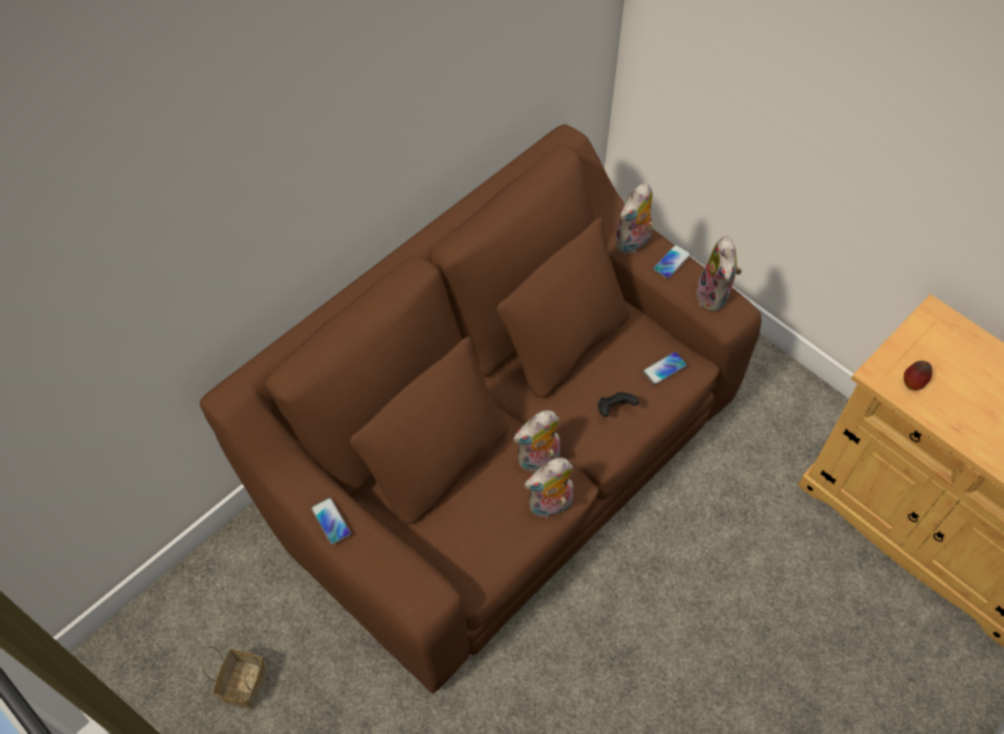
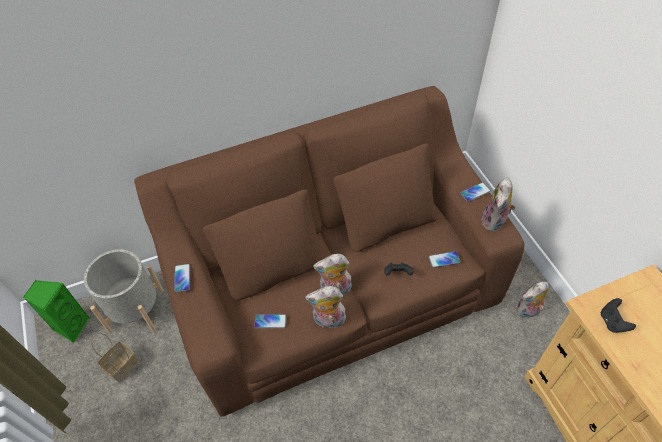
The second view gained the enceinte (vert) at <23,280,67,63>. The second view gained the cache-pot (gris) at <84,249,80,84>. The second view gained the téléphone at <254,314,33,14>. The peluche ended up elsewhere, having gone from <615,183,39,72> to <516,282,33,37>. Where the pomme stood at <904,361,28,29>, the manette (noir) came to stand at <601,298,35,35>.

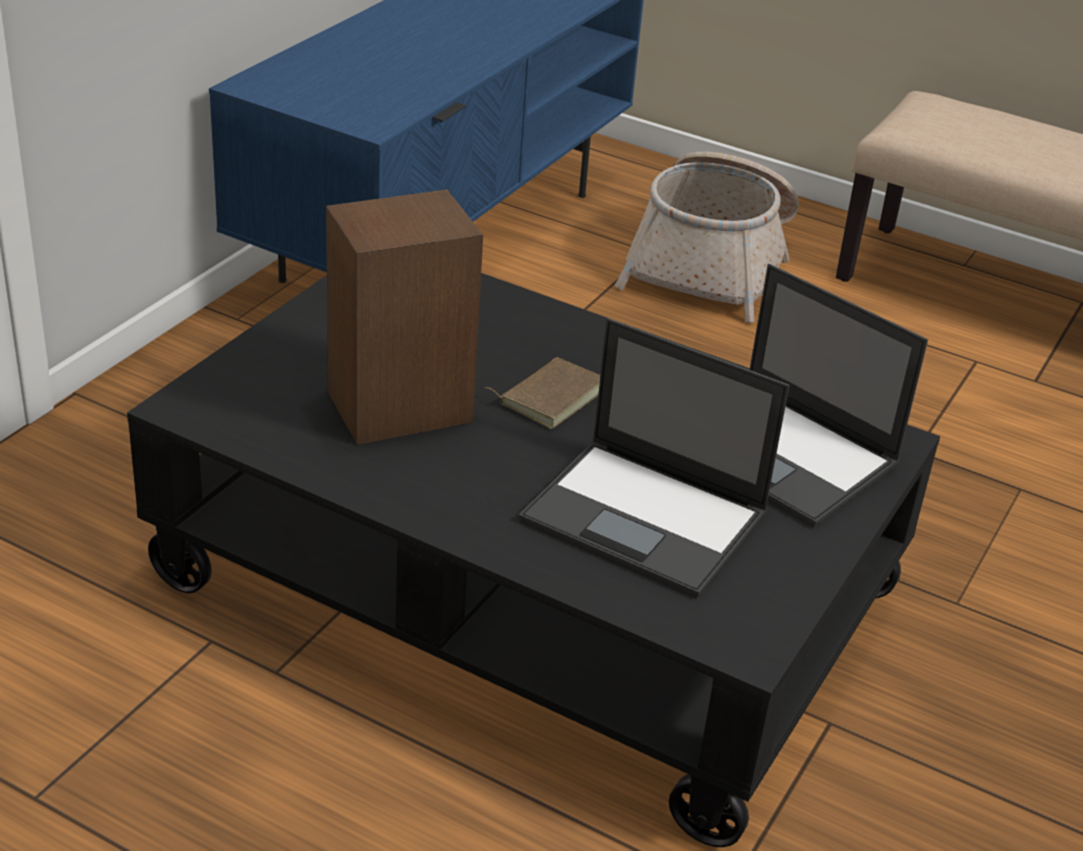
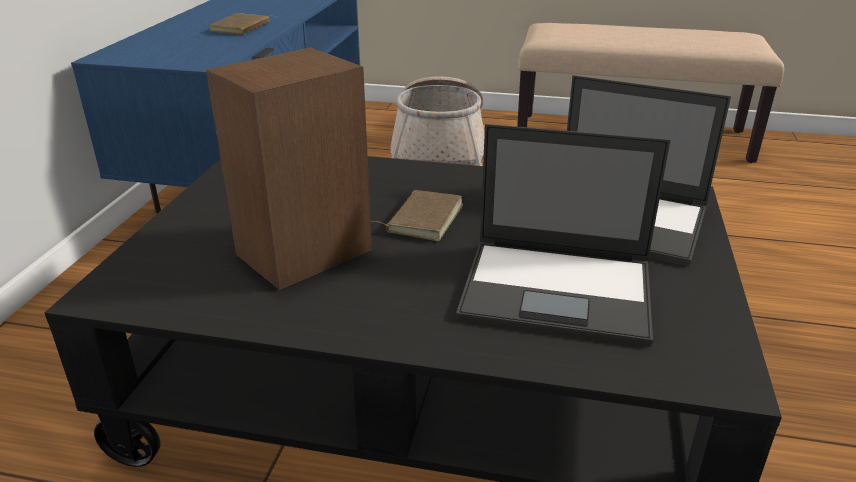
The second view gained the livre (marron) at <209,13,70,22>.

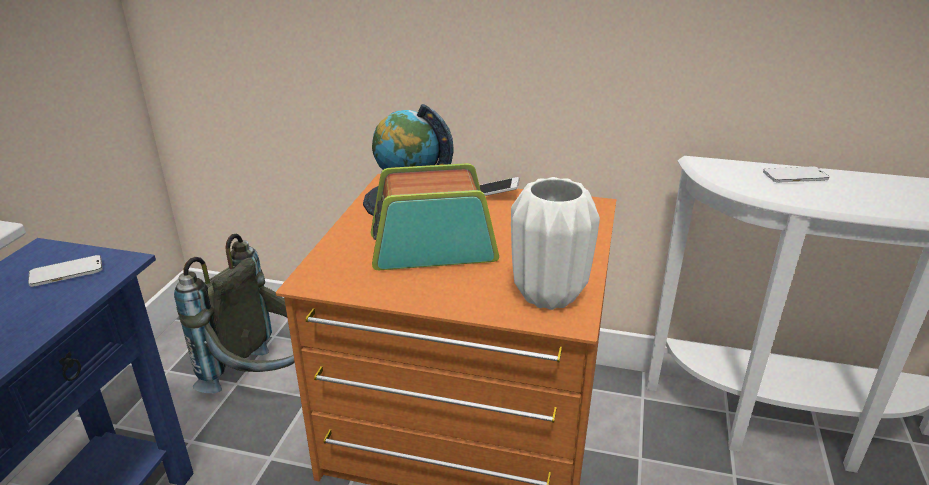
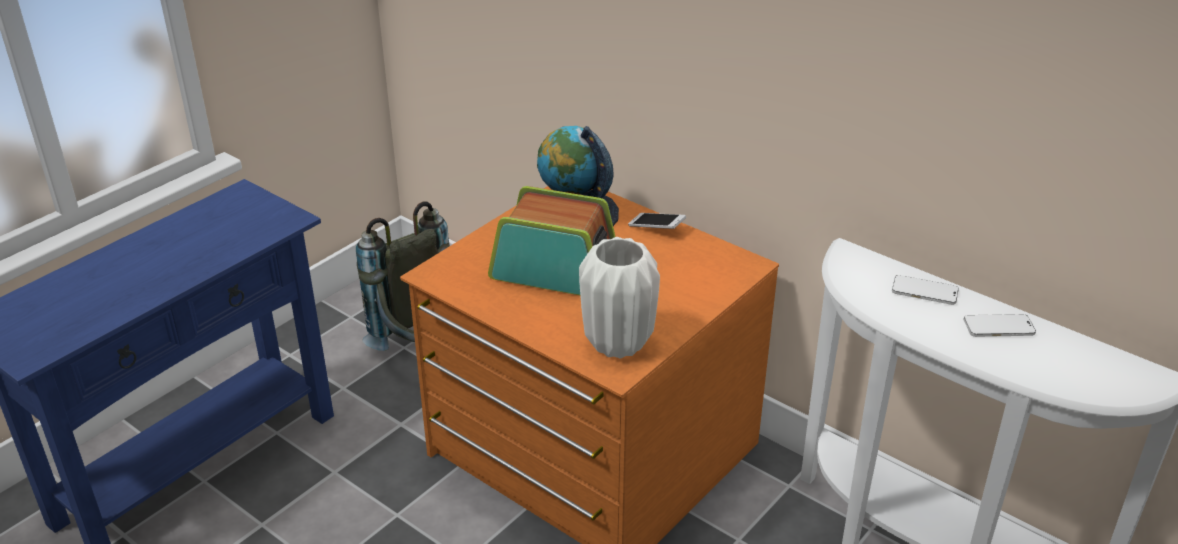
The téléphone ended up elsewhere, having gone from <28,255,74,32> to <964,314,72,23>.

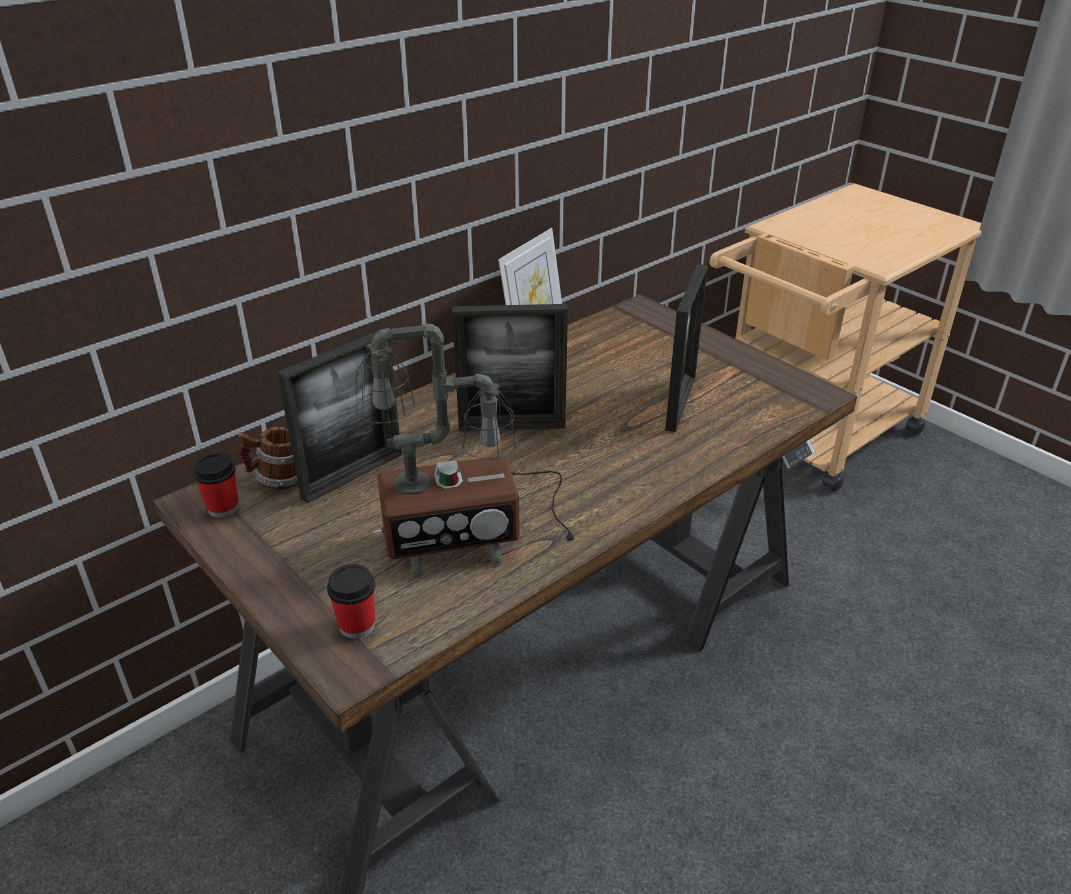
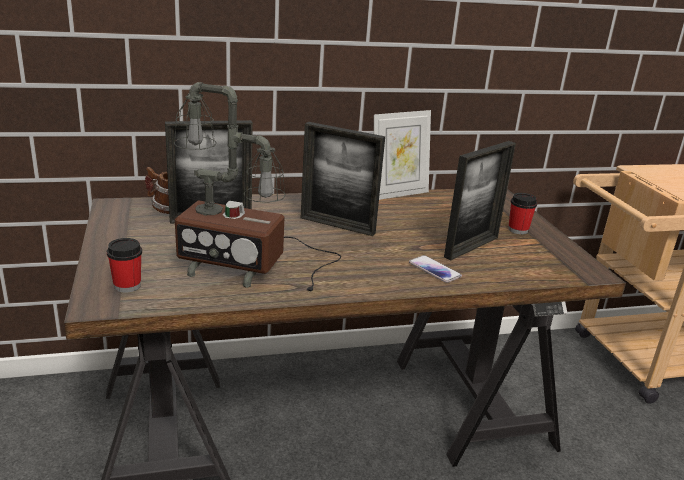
The second view gained the téléphone at <409,255,53,28>. The tasse ended up elsewhere, having gone from <193,453,46,65> to <508,193,29,41>.

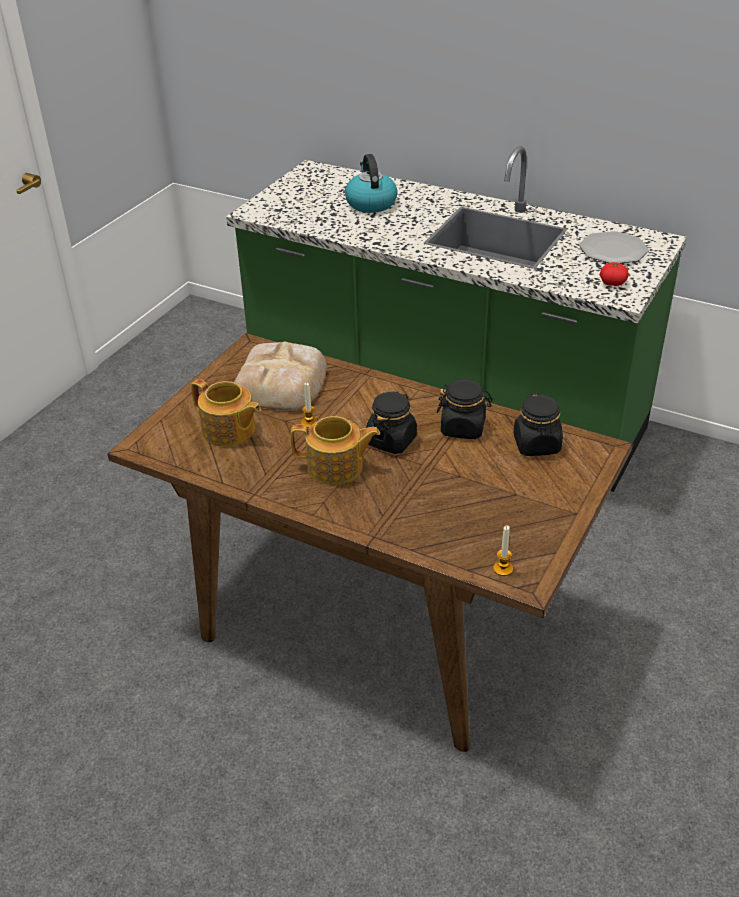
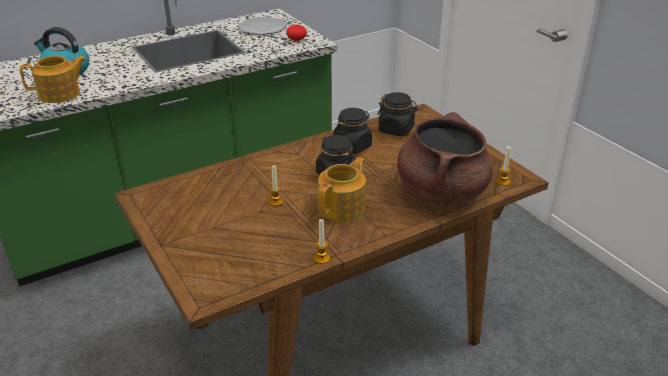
The théière ended up elsewhere, having gone from <191,379,70,68> to <20,56,67,47>. The second view gained the bougie at <314,219,16,45>. The second view gained the marmite (marron) at <397,112,96,94>. The second view lost the pain at <234,341,93,70>.

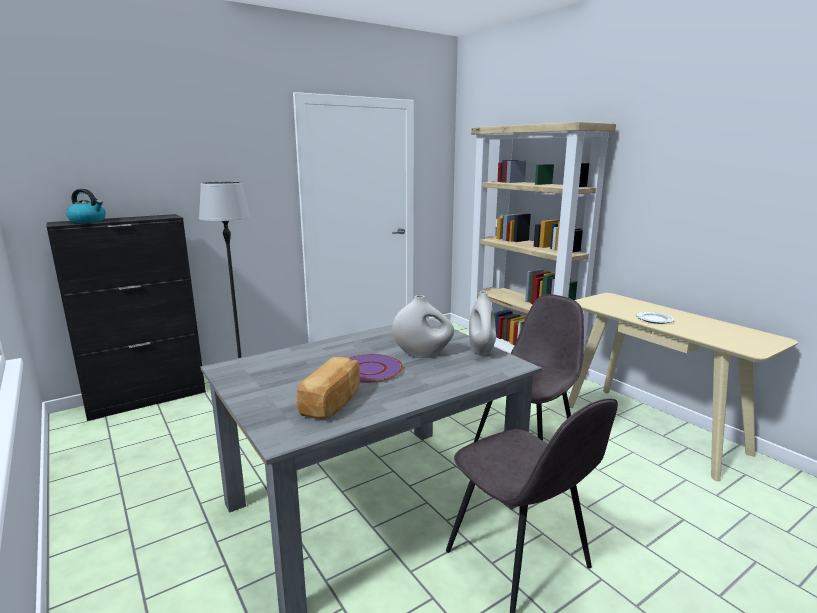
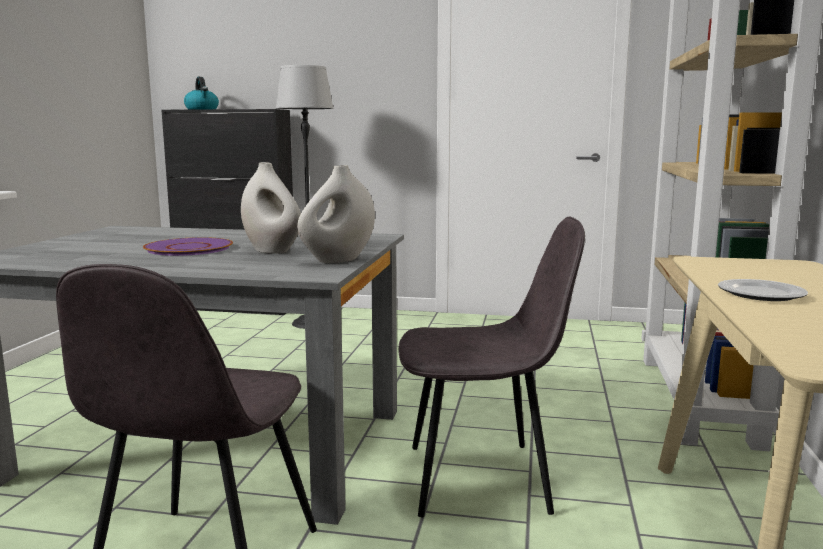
The second view lost the pain at <297,357,63,62>.

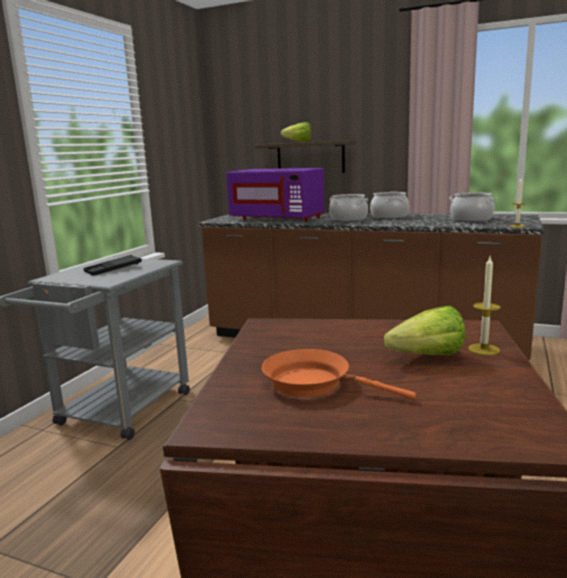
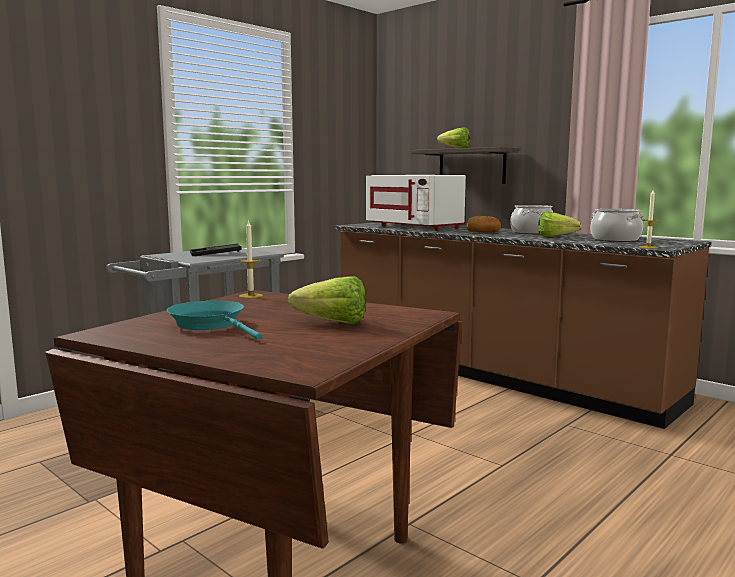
What was the poêle (orange) at <262,349,154,51> turned into the poêle (turquoise) at <167,301,94,39>. The bougie ended up elsewhere, having gone from <468,257,33,98> to <239,220,24,78>. What was the micro-ondes (violet) at <226,168,99,54> turned into the micro-ondes (blanc) at <366,175,100,56>. Where the marmite stood at <329,194,39,27>, the pain came to stand at <466,216,35,17>. The second view gained the laitue at <538,212,44,25>.

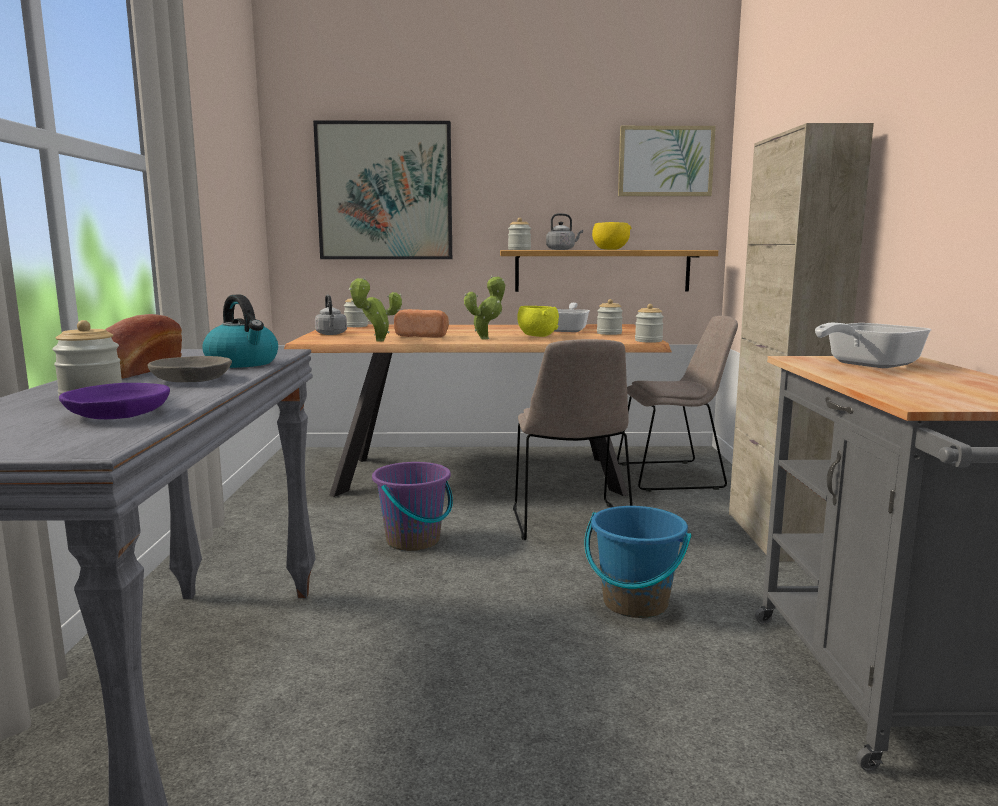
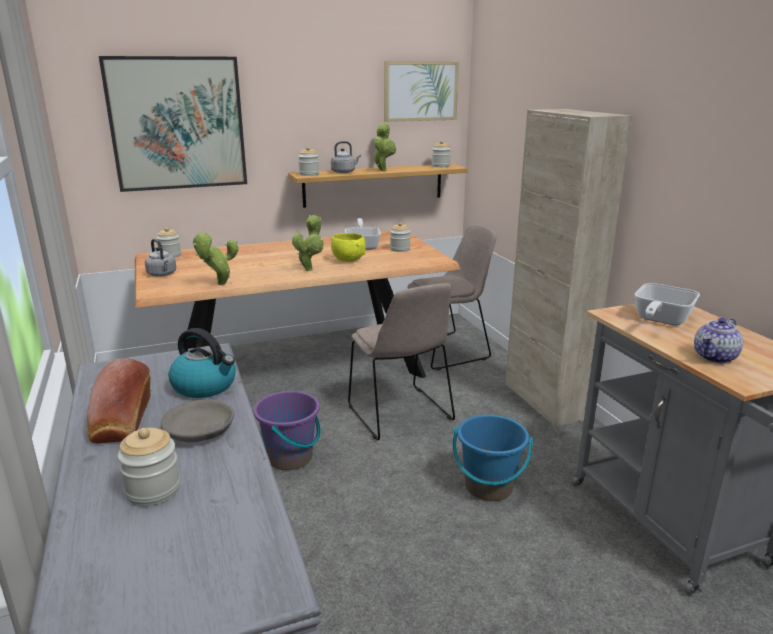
Where the bol (jaune) stood at <592,222,39,28>, the plante en pot came to stand at <373,123,23,48>. The bocal ended up elsewhere, having gone from <635,304,29,39> to <432,140,19,27>. The second view gained the théière at <694,318,49,46>. The second view lost the bol (violet) at <59,383,111,36>. The second view lost the pain at <394,309,55,29>.

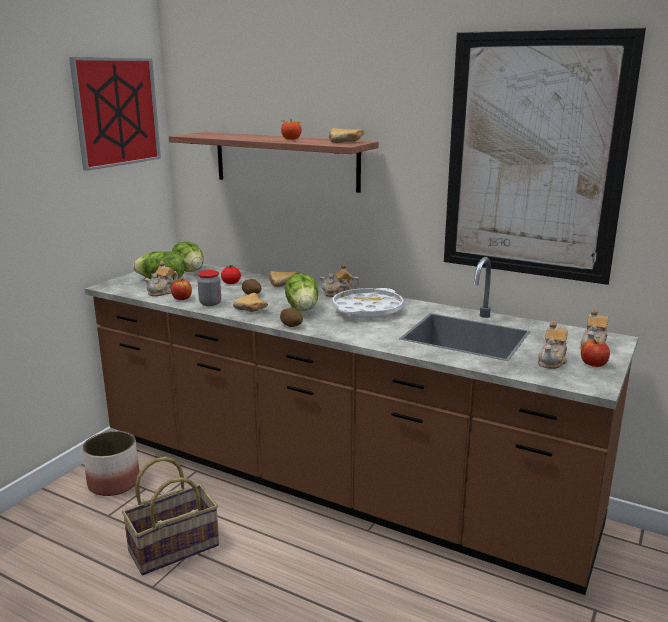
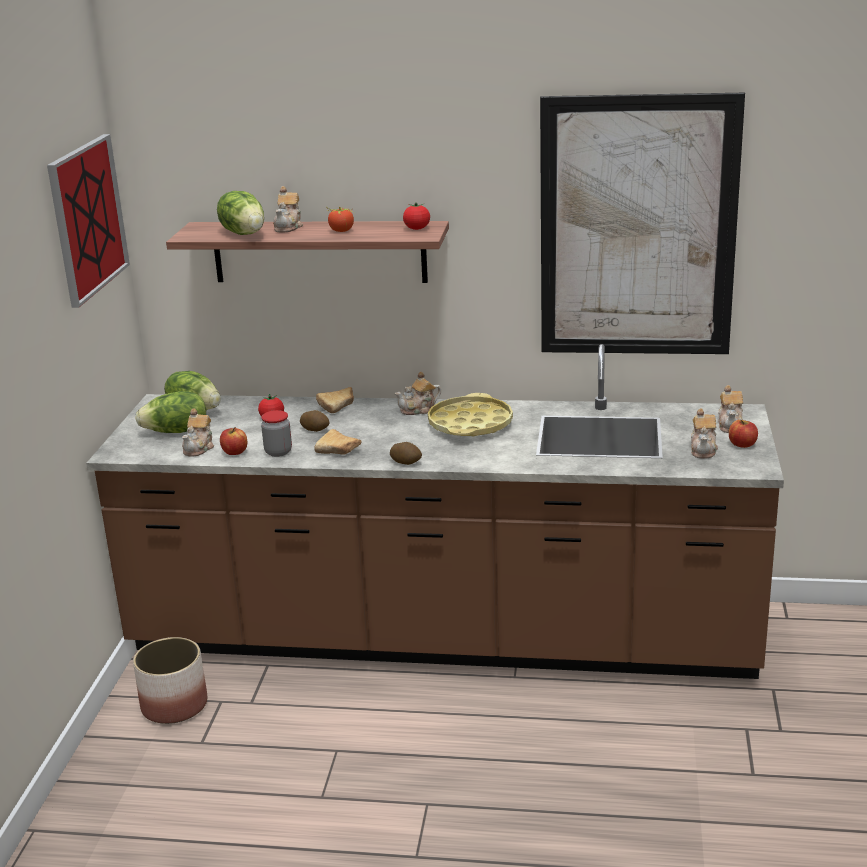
The laitue ended up elsewhere, having gone from <285,273,33,38> to <217,191,47,44>. The second view gained the théière at <273,186,30,46>. Where the pain stood at <329,128,35,15>, the tomate came to stand at <403,203,27,27>. What was the plateau (blanc) at <332,288,72,30> turned into the plateau (jaune) at <428,393,85,43>. The second view lost the panier at <122,457,97,118>.

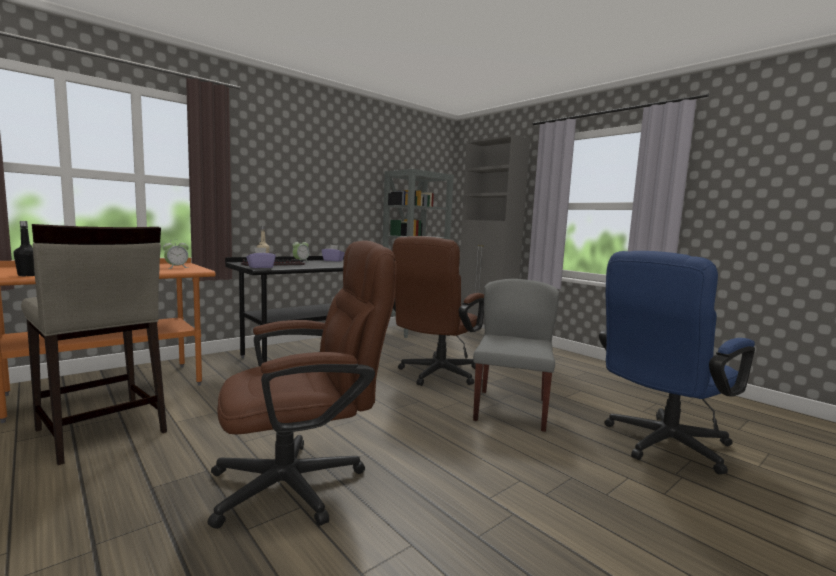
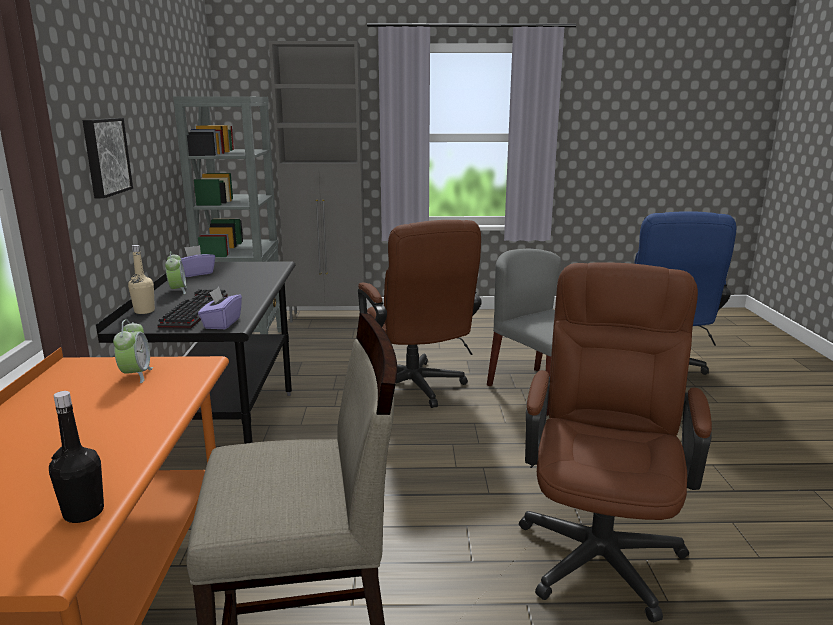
The second view gained the tableau at <82,118,51,81>.

